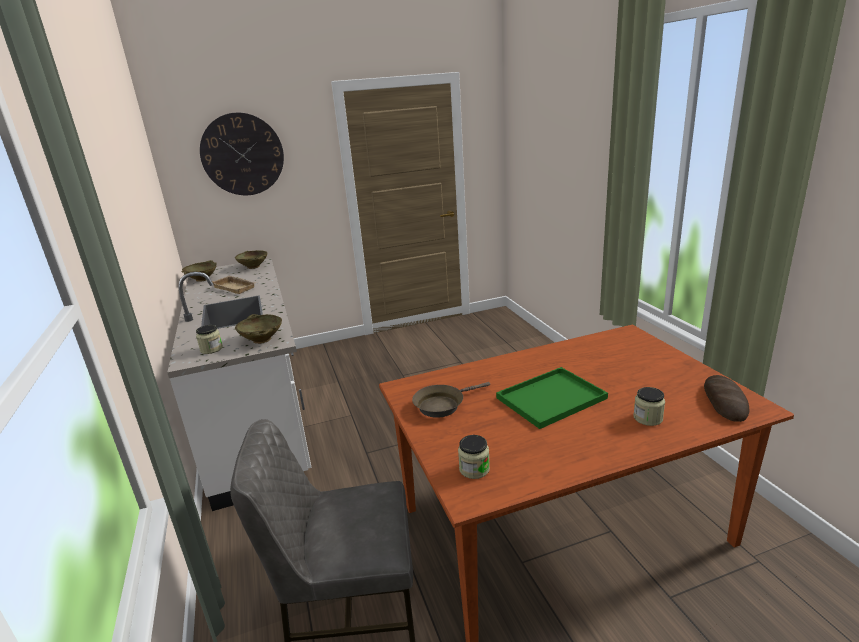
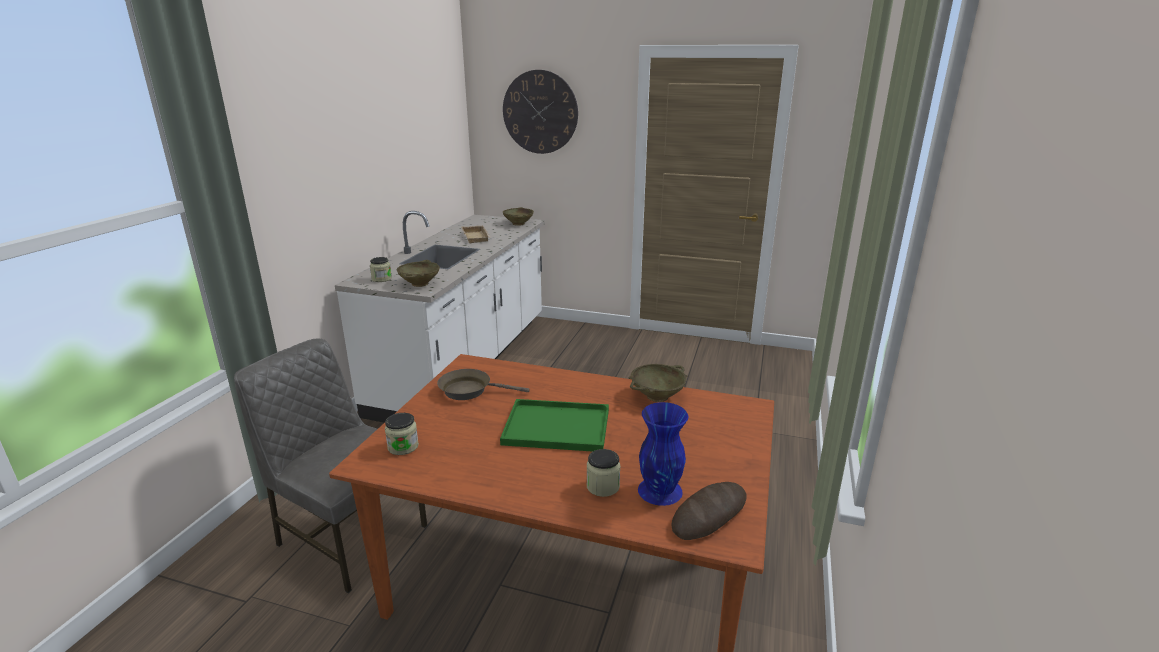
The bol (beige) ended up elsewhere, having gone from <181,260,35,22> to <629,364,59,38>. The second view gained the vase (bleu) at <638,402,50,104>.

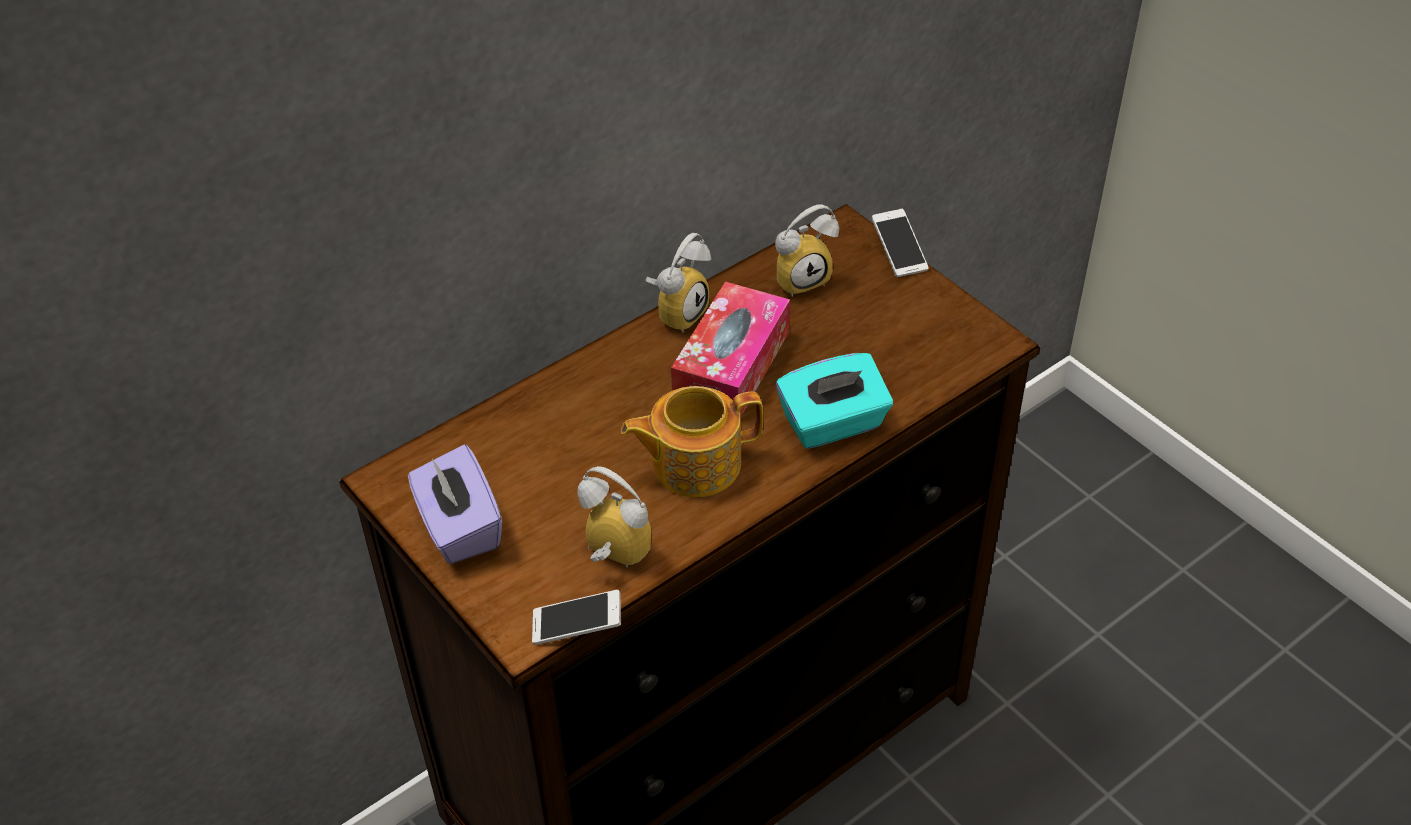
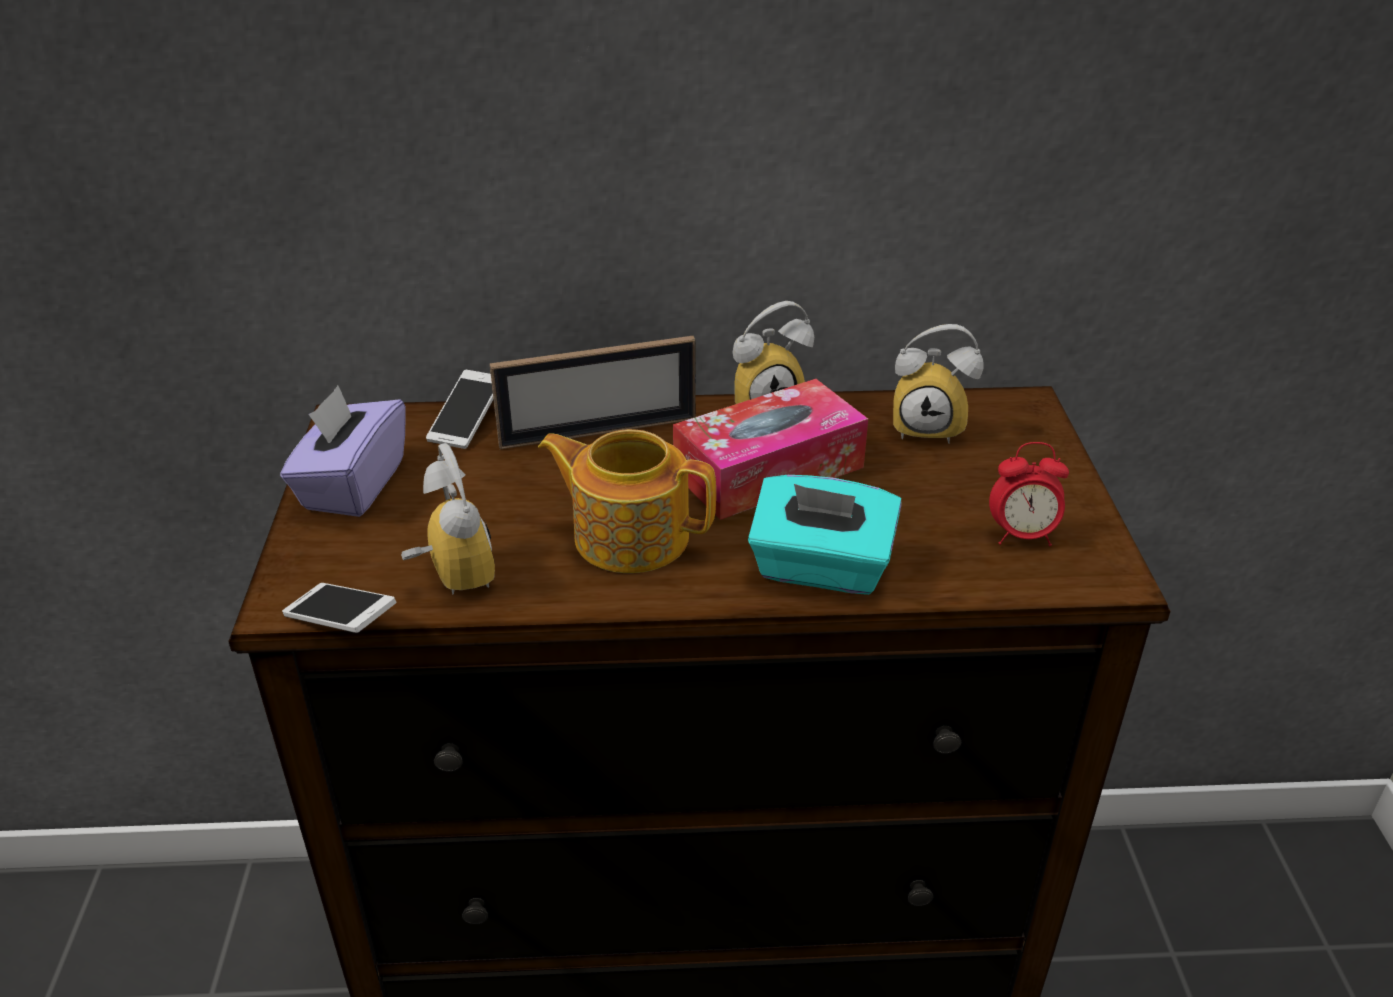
The téléphone ended up elsewhere, having gone from <872,209,56,69> to <426,370,68,79>. The second view gained the cadre photo at <489,336,206,113>. The second view gained the réveil at <989,442,80,104>.

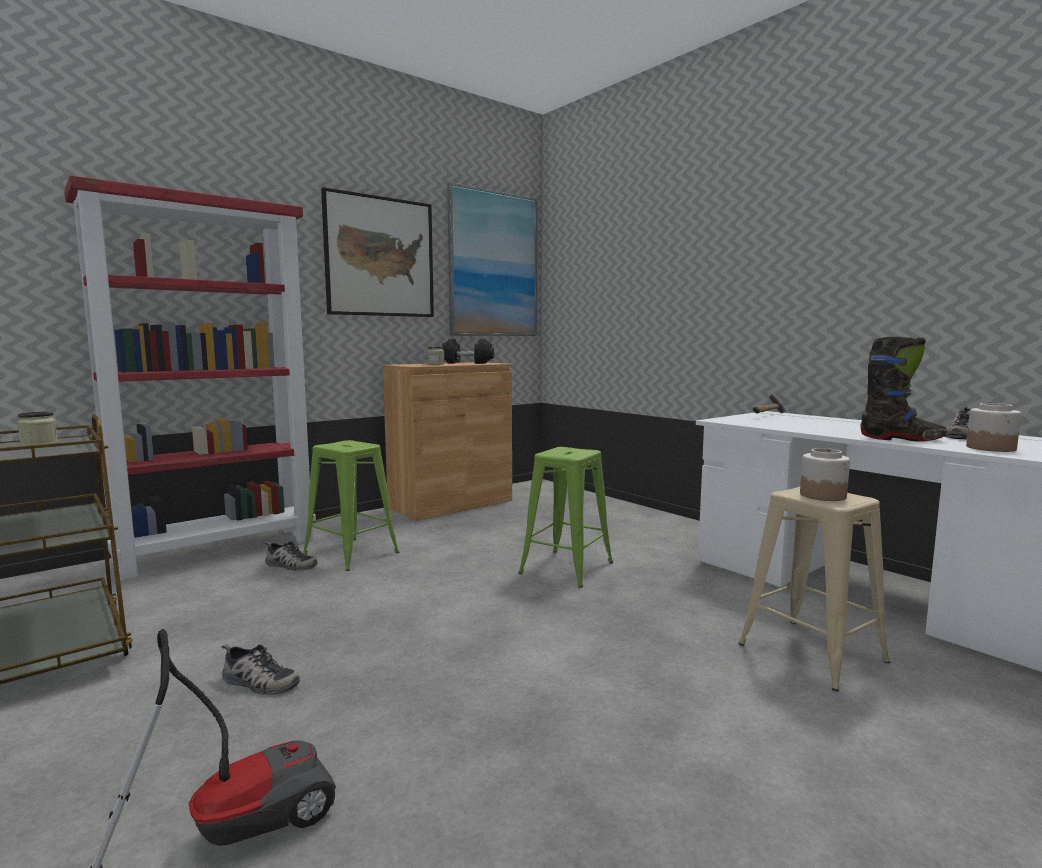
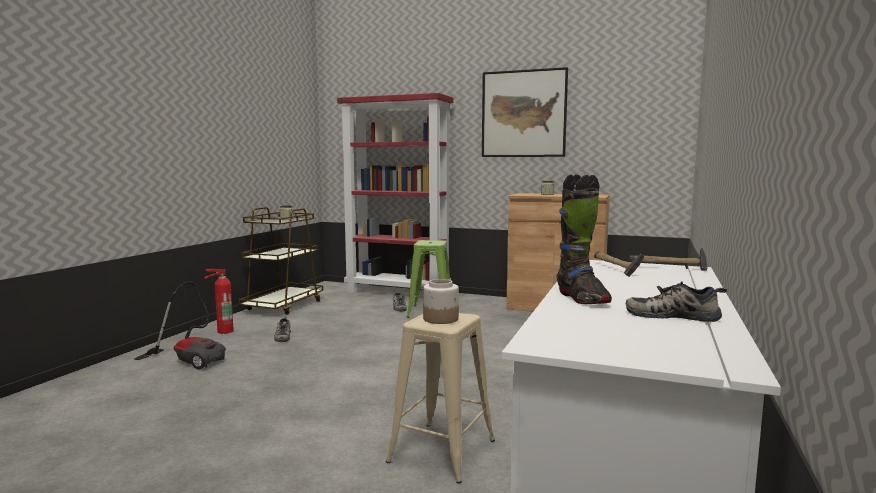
The second view gained the extincteur at <204,269,30,65>. The second view gained the marteau at <594,251,50,26>. The second view lost the tableau at <447,182,90,154>. The second view lost the tabouret (vert) at <518,447,95,141>. The second view lost the bocal at <966,403,55,49>.

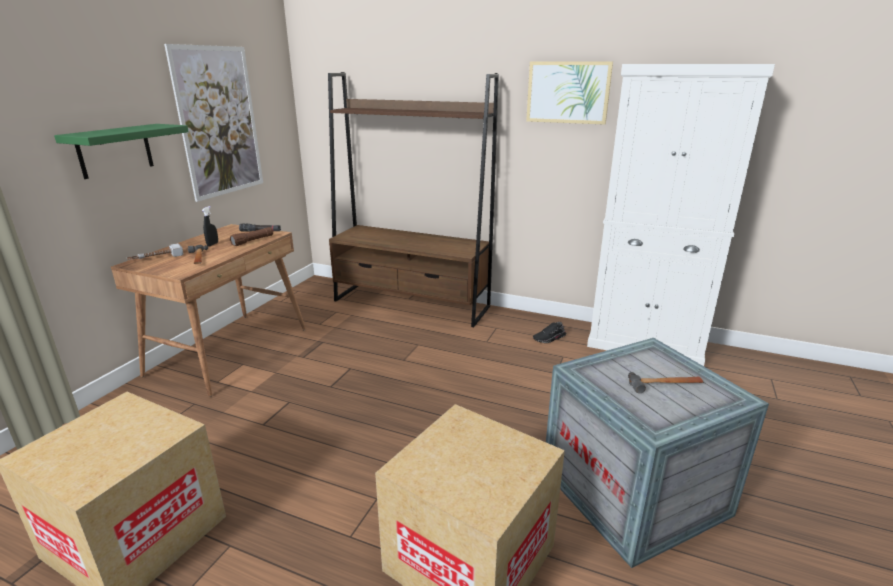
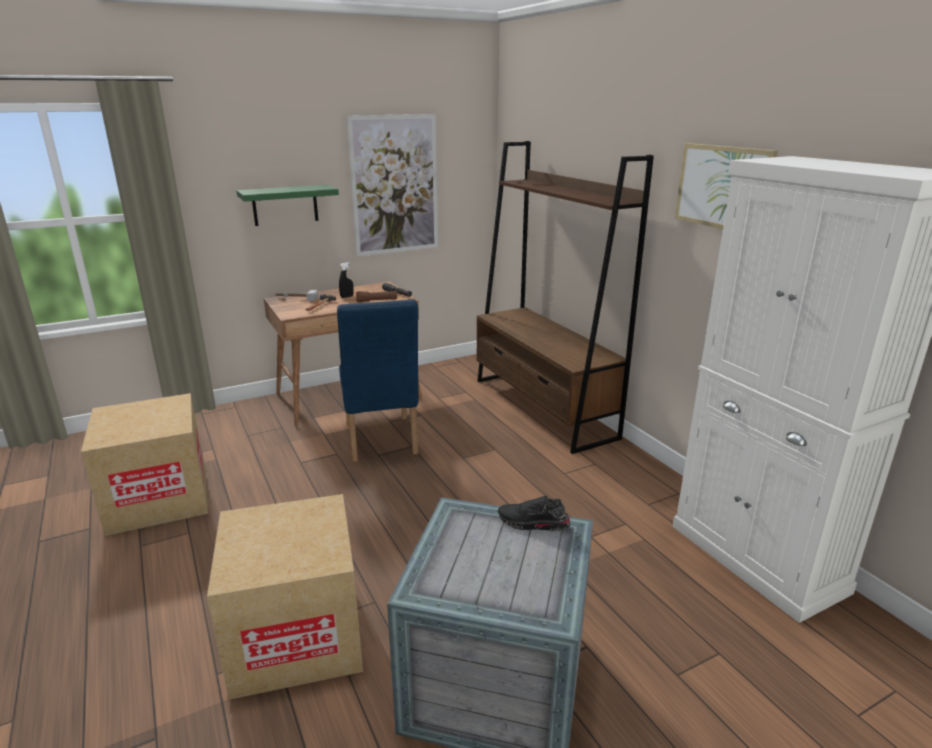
The second view gained the chaise (bleu) at <337,299,82,163>. The chaussure (noir) ended up elsewhere, having gone from <533,322,33,21> to <498,496,72,35>. The second view lost the marteau at <628,372,75,21>.

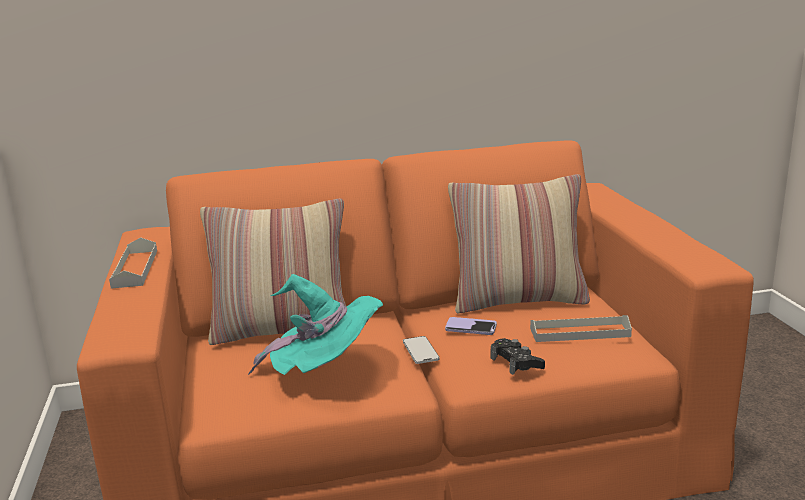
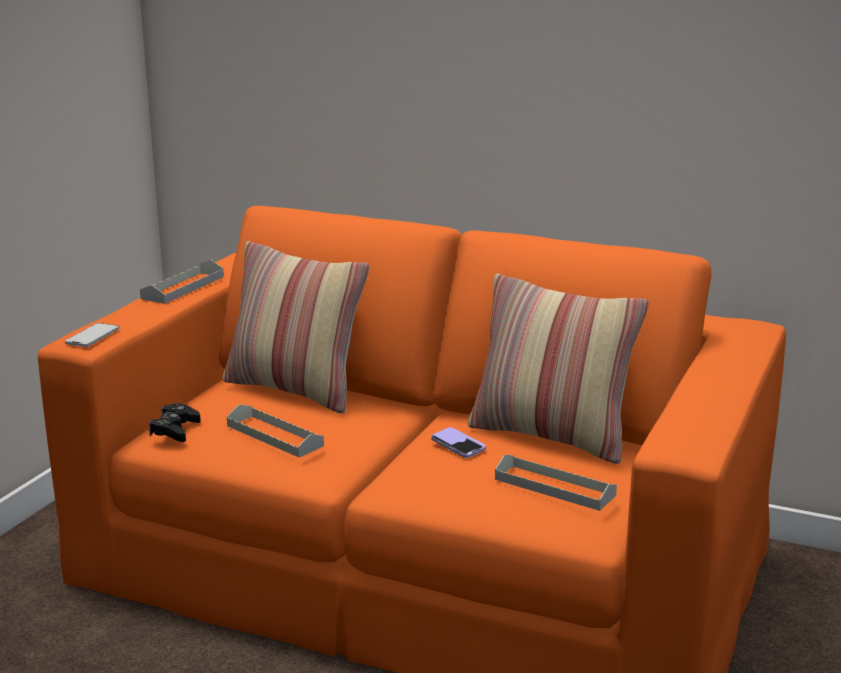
The téléphone ended up elsewhere, having gone from <403,336,36,28> to <65,323,54,24>. The manette (noir) ended up elsewhere, having gone from <490,338,55,37> to <149,403,52,39>. Where the chapeau (turquoise) stood at <248,274,135,101>, the plateau (gris) came to stand at <227,404,97,53>.

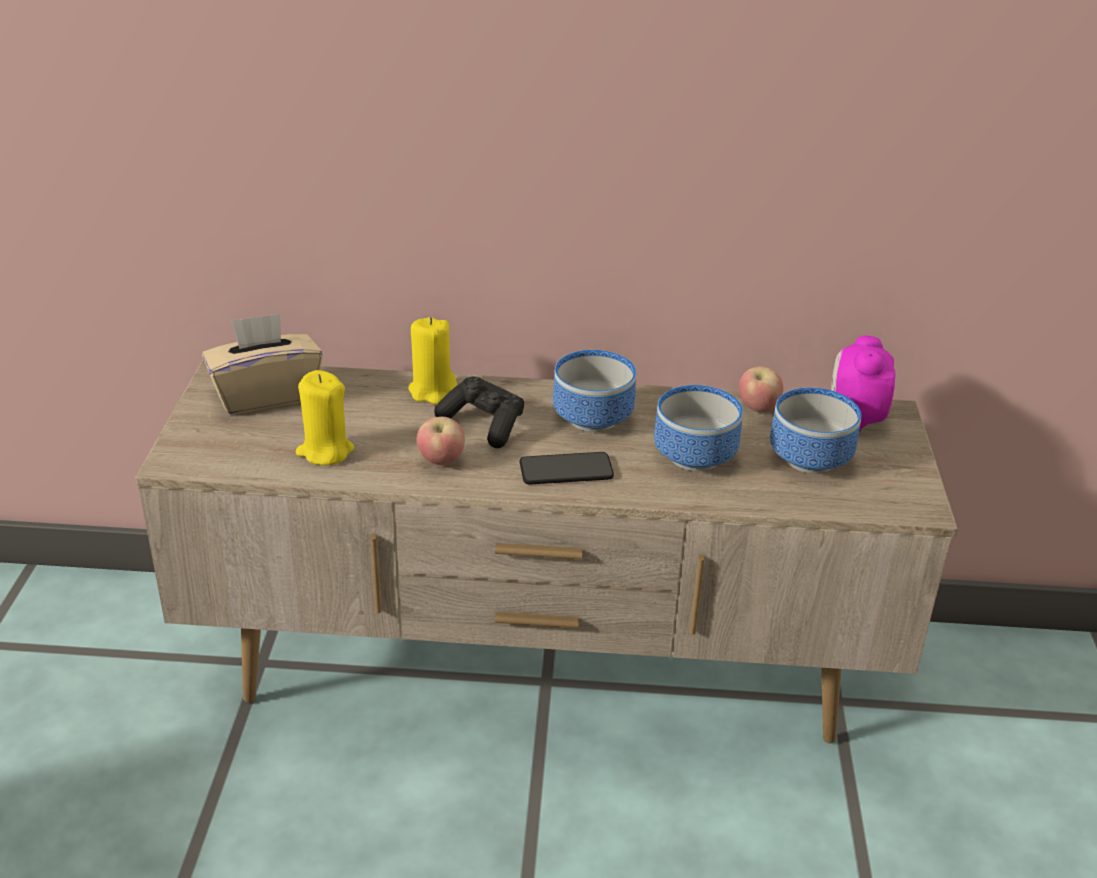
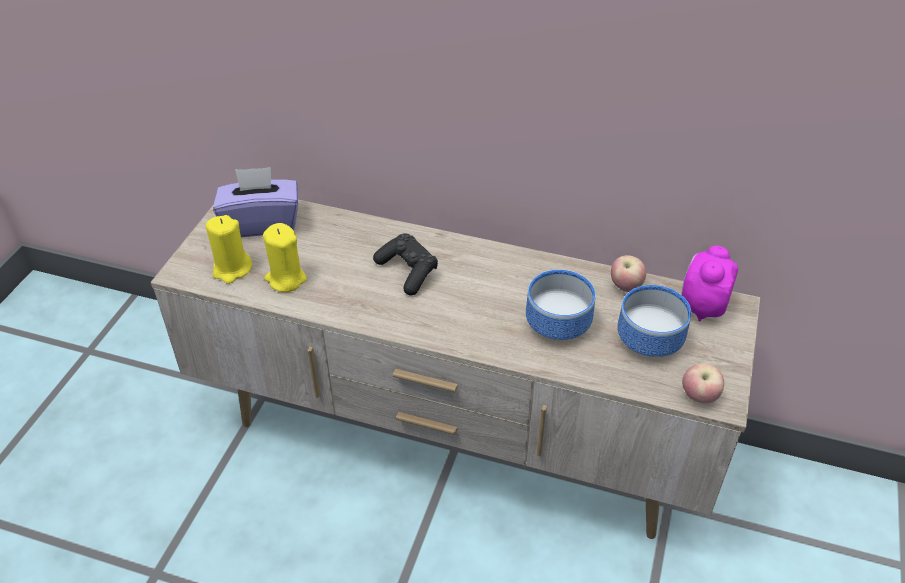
The bougie (jaune) ended up elsewhere, having gone from <408,317,49,88> to <206,215,46,69>. What was the boîte à mouchoirs (beige) at <202,313,121,102> turned into the boîte à mouchoirs (violet) at <213,167,85,70>. The pomme ended up elsewhere, having gone from <416,417,49,48> to <682,363,42,40>. The second view lost the téléphone at <520,452,94,32>. The second view lost the bol at <553,350,83,82>.

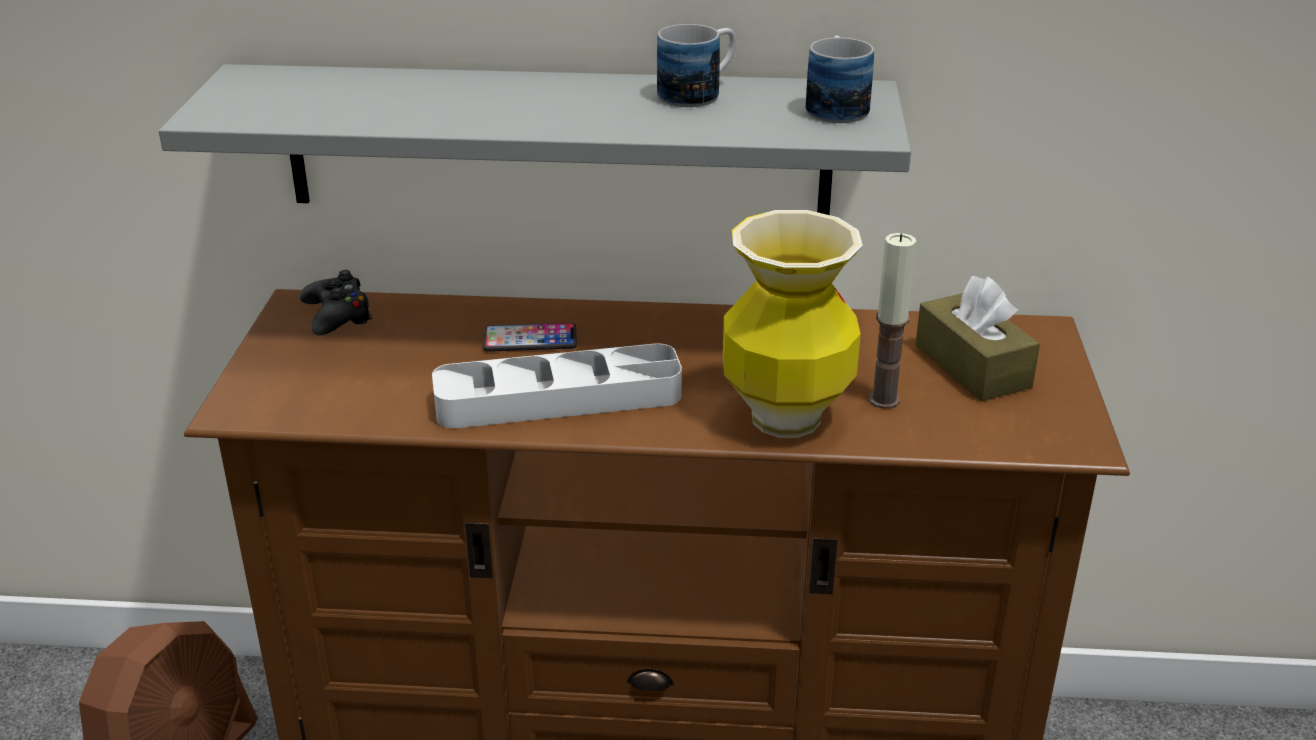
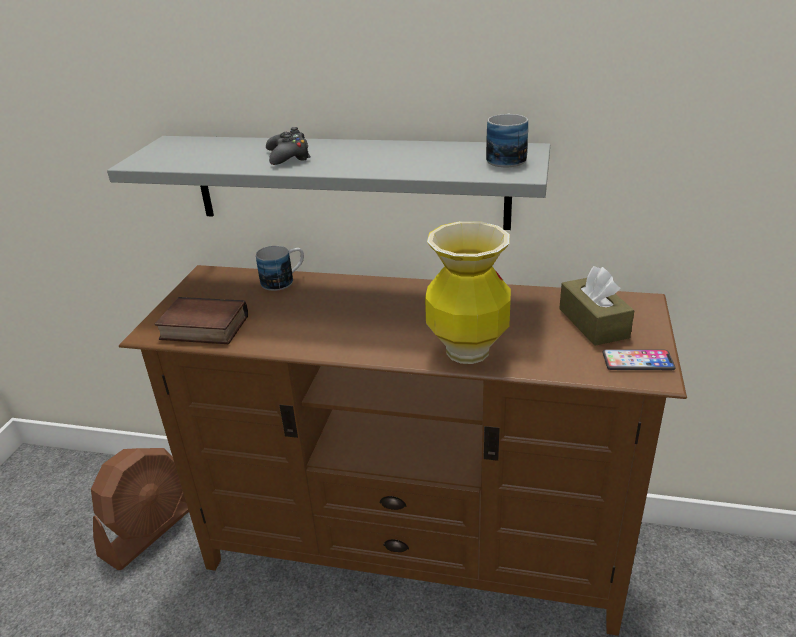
The second view gained the livre at <155,297,93,47>. The mug ended up elsewhere, having gone from <657,24,79,83> to <256,246,48,45>. The manette (noir) ended up elsewhere, having gone from <300,270,73,65> to <266,127,44,38>. The téléphone ended up elsewhere, having gone from <483,323,94,29> to <603,349,73,21>. The second view lost the plateau (gris) at <432,343,250,85>. The second view lost the bougie at <869,233,47,176>.

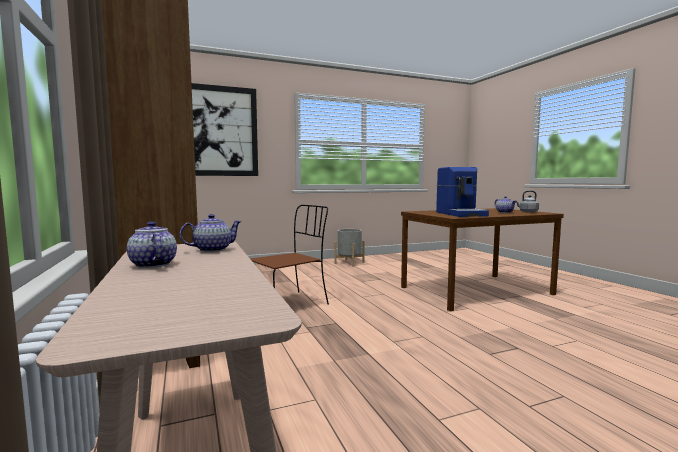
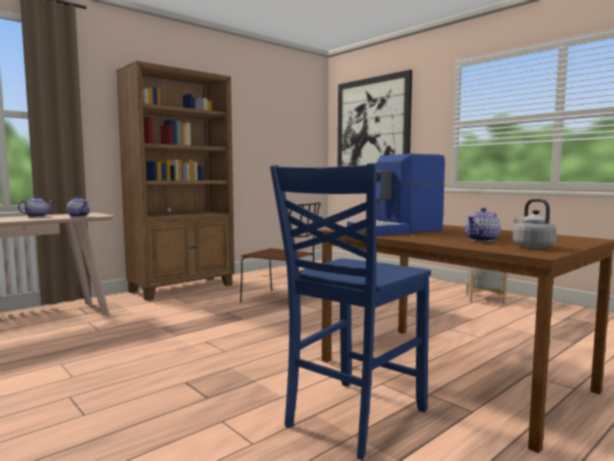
The second view gained the chaise (bleu) at <270,163,161,297>.

